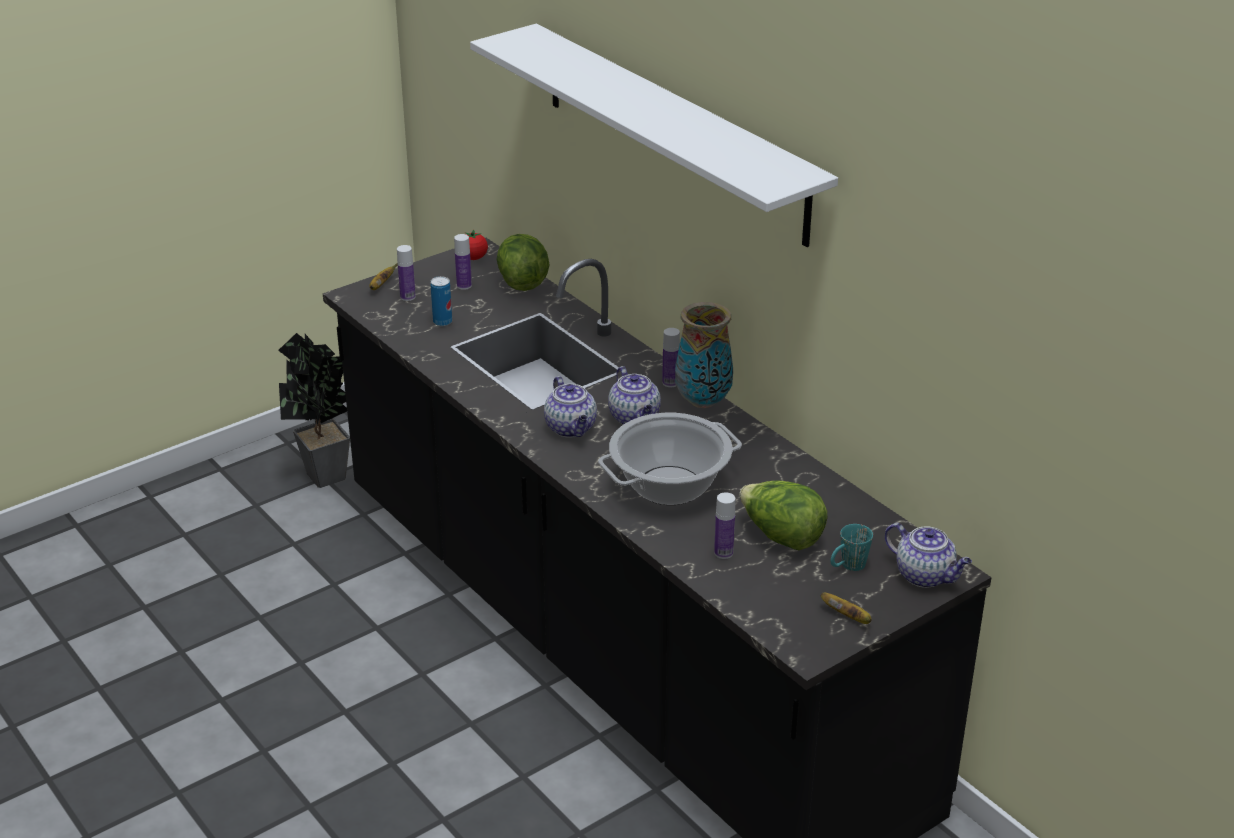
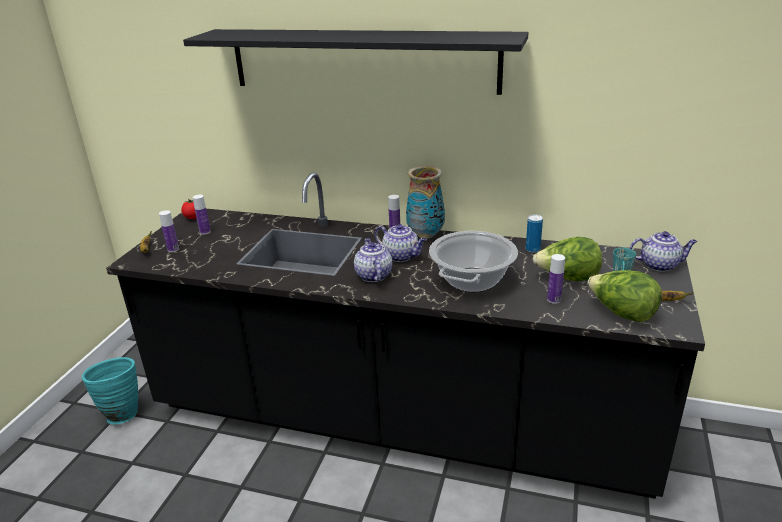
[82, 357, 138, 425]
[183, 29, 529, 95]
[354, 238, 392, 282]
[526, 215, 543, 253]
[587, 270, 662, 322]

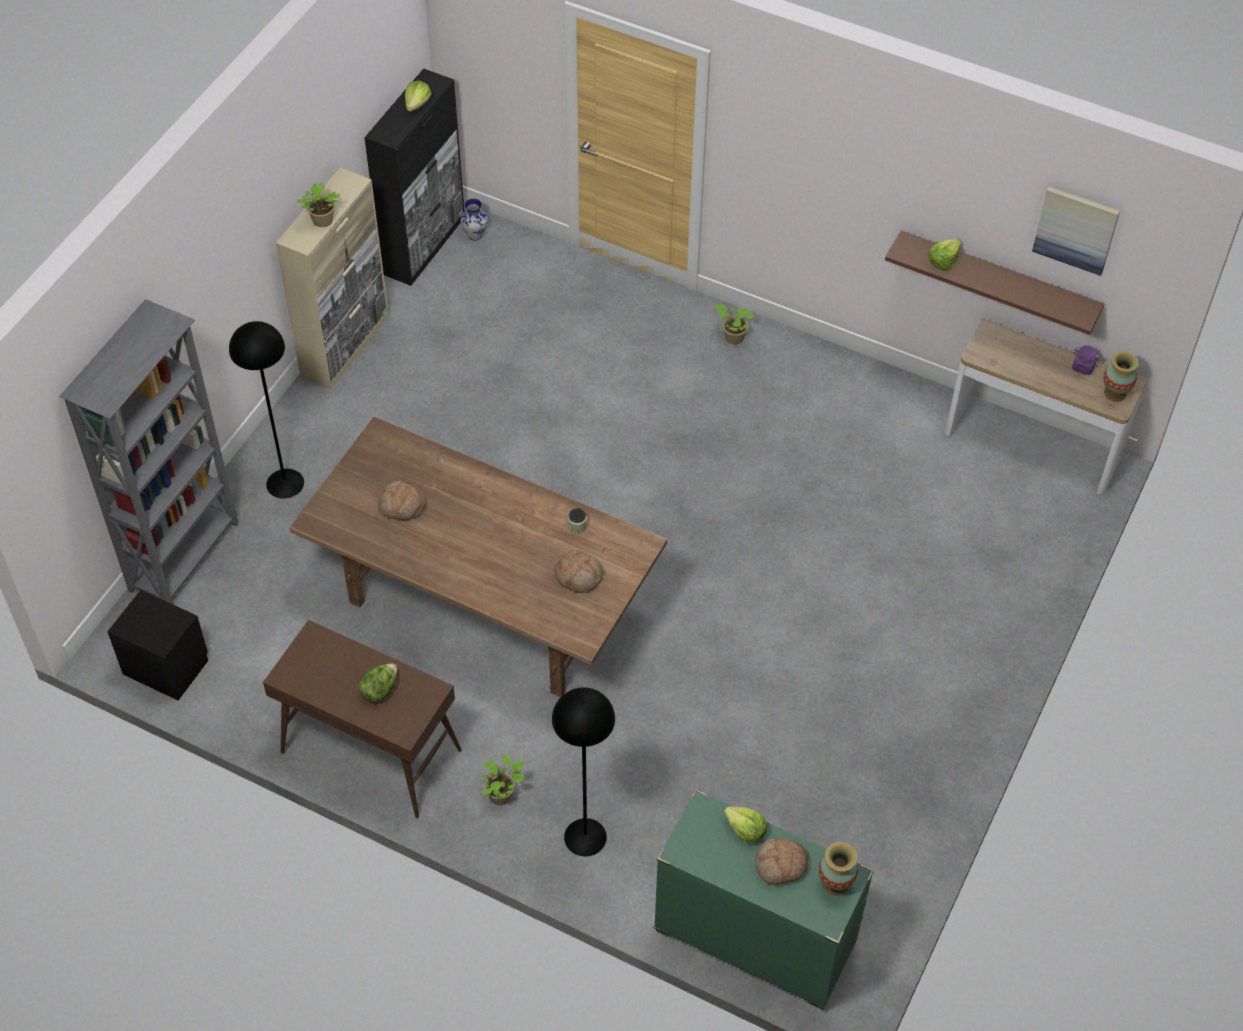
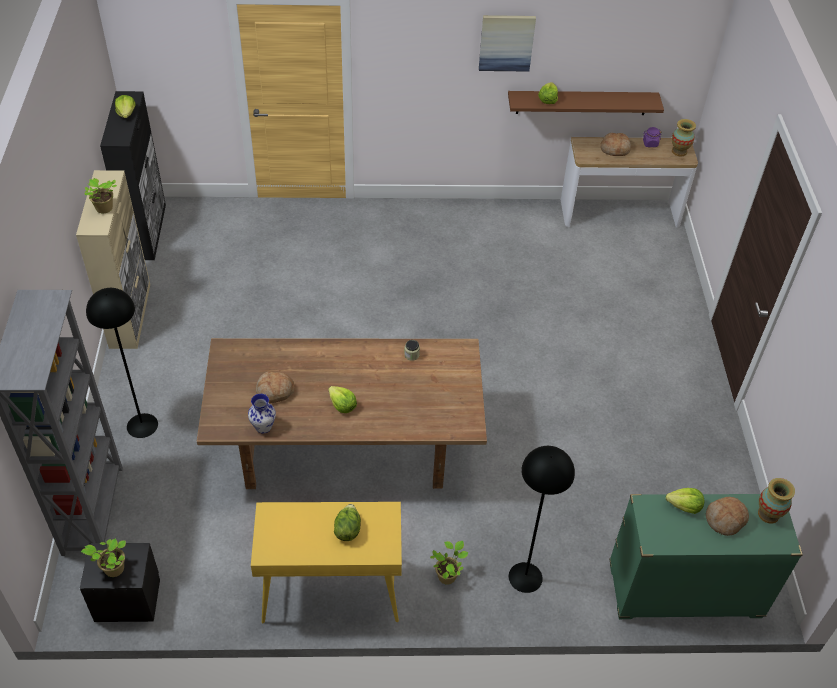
[81, 538, 126, 577]
[248, 394, 276, 434]
[251, 502, 402, 623]
[328, 386, 357, 413]
[479, 15, 536, 72]
[601, 133, 631, 156]

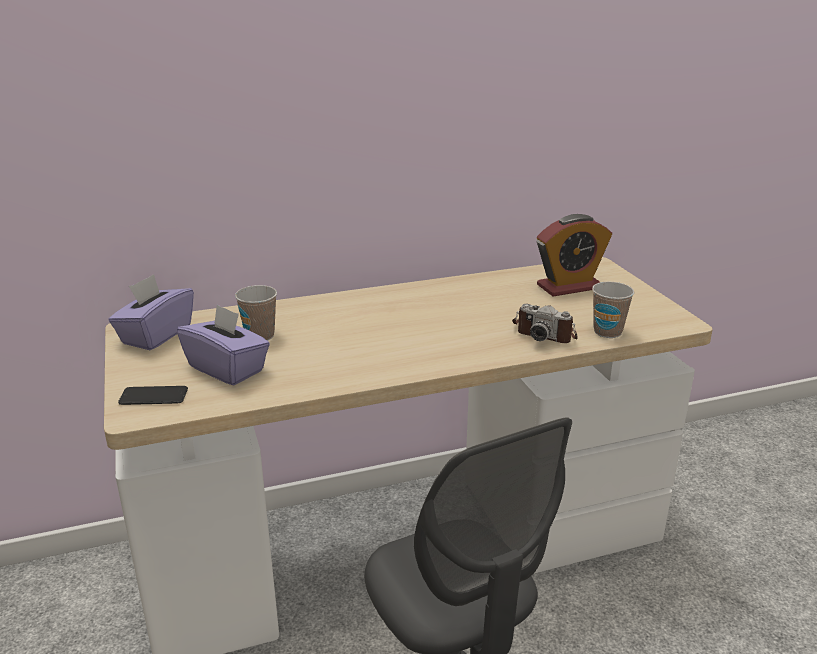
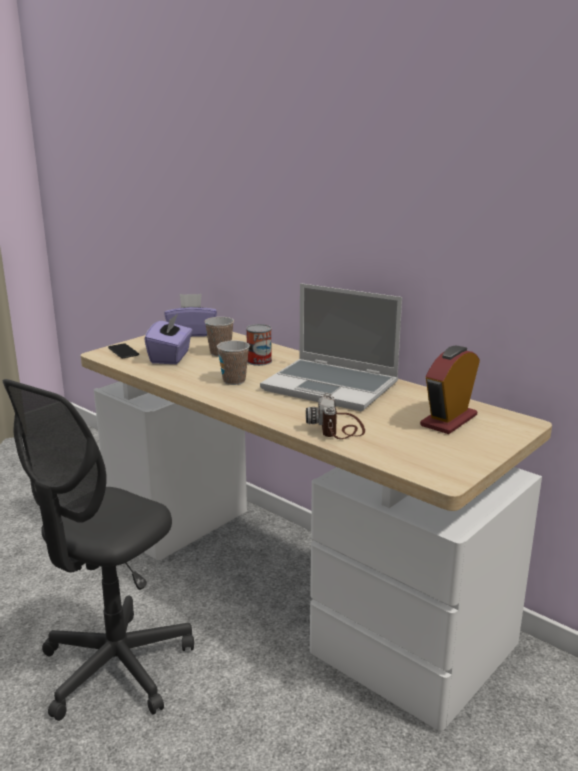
[217, 341, 250, 385]
[246, 324, 272, 366]
[260, 283, 402, 411]
[420, 346, 480, 434]

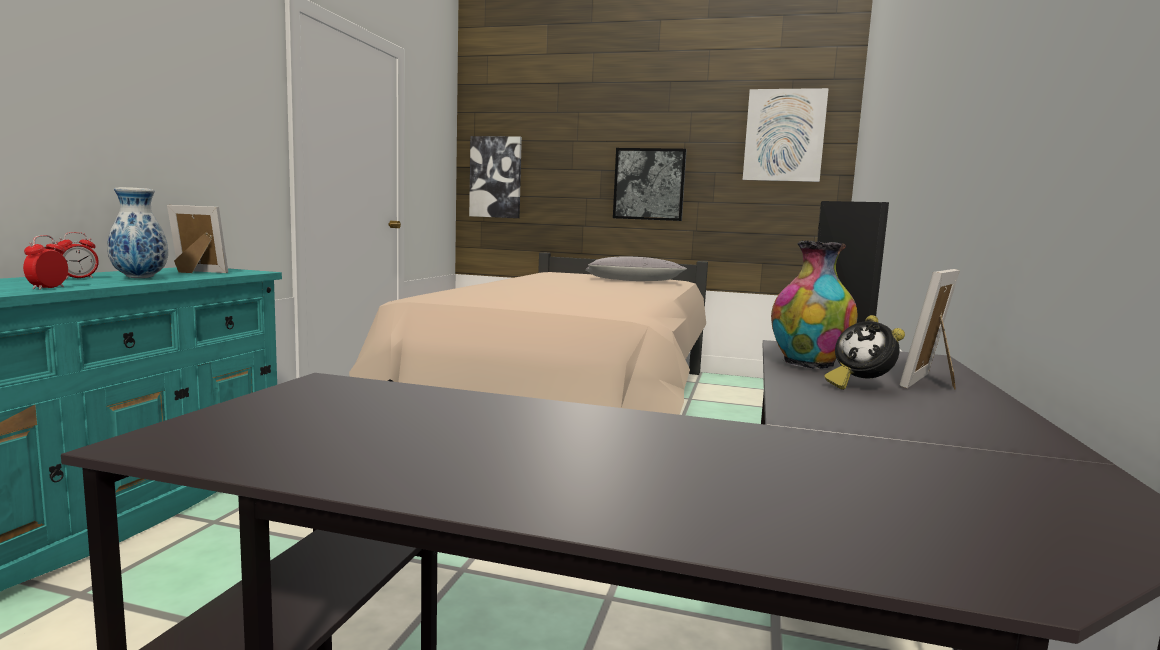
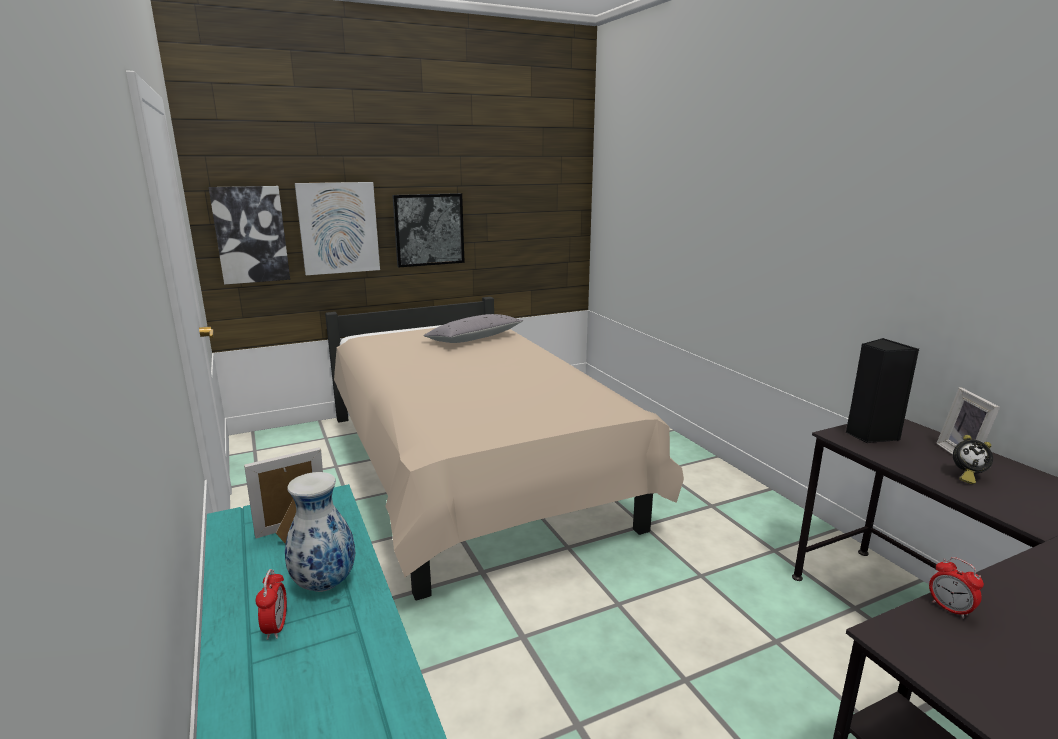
[295, 182, 380, 275]
[929, 557, 984, 619]
[771, 241, 858, 370] (first image)

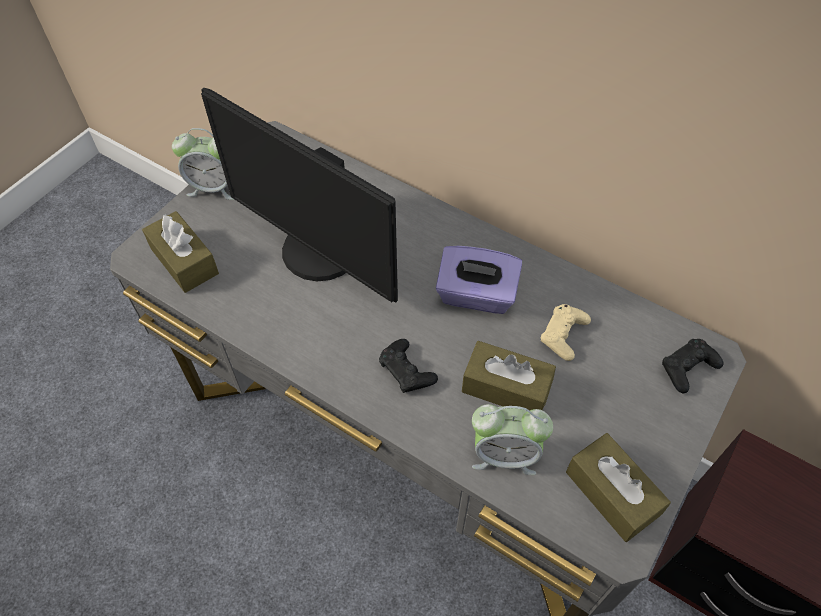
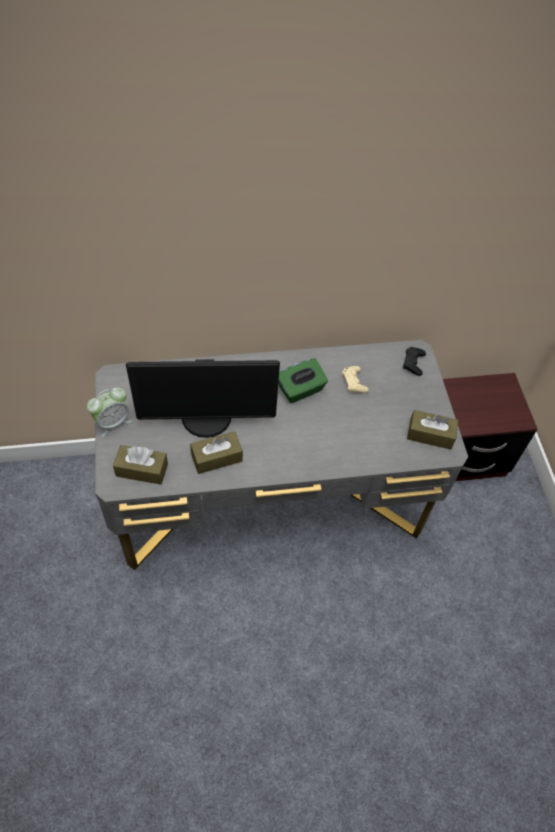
[190, 431, 243, 474]
[278, 358, 328, 403]
[379, 339, 438, 393] (first image)
[472, 404, 553, 475] (first image)

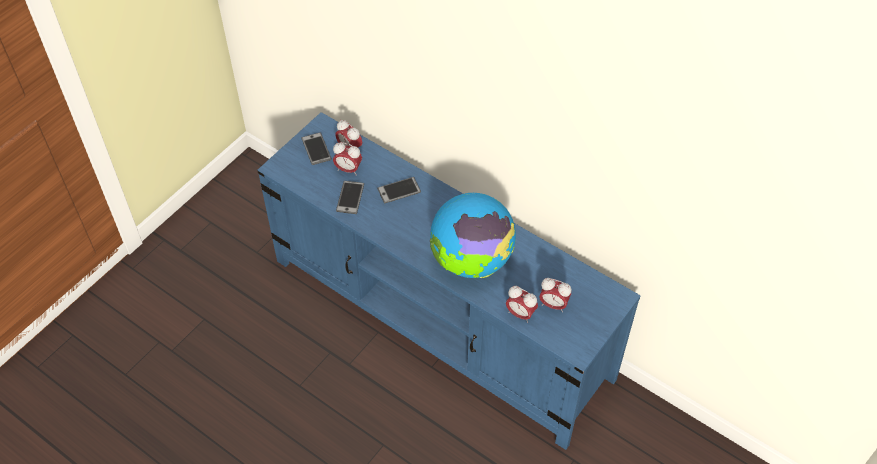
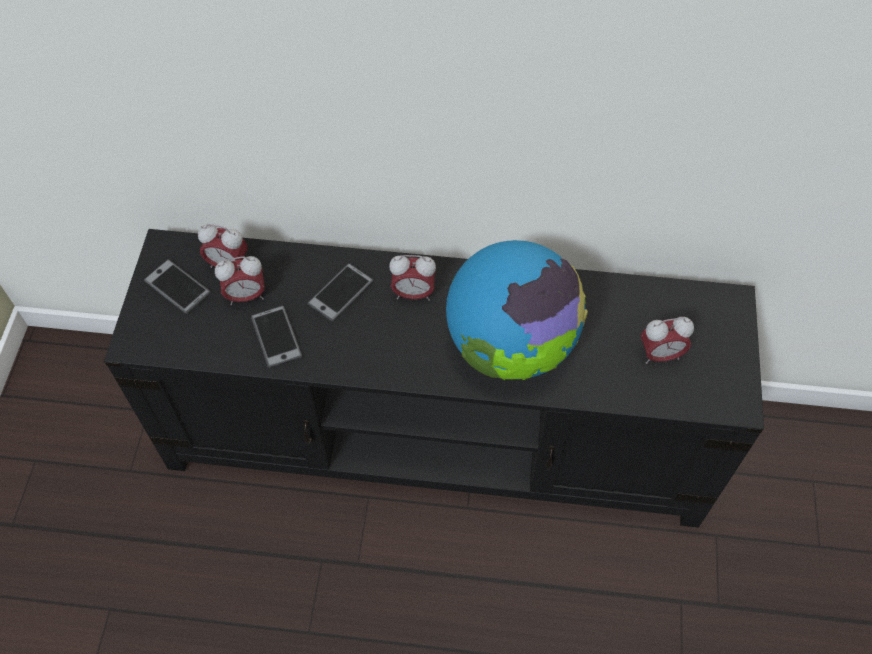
[104, 229, 764, 528]
[389, 255, 436, 301]

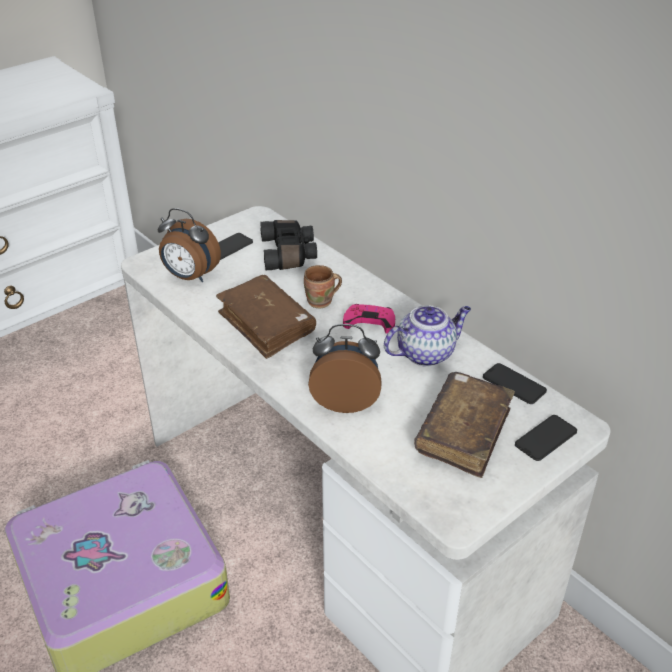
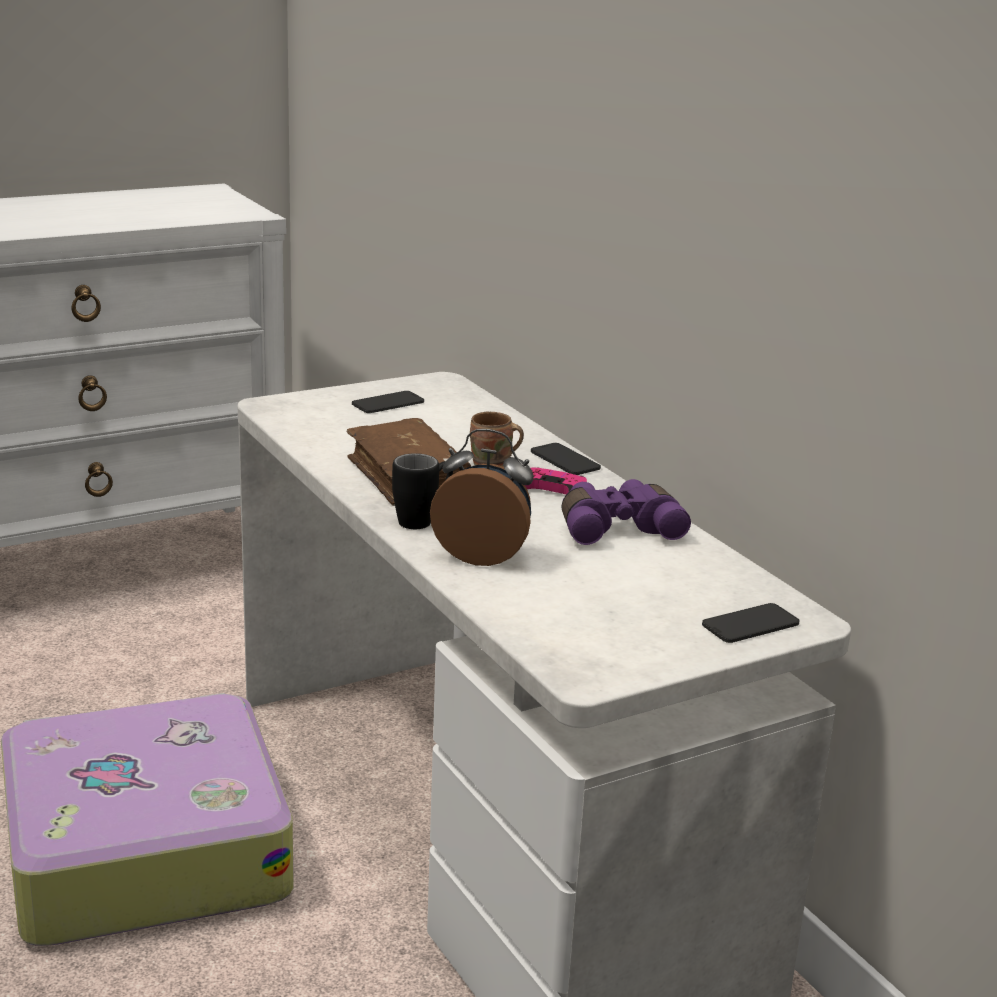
[392, 453, 453, 529]
[531, 443, 601, 475]
[562, 479, 691, 545]
[158, 208, 221, 282] (first image)
[260, 220, 317, 270] (first image)
[414, 372, 515, 478] (first image)

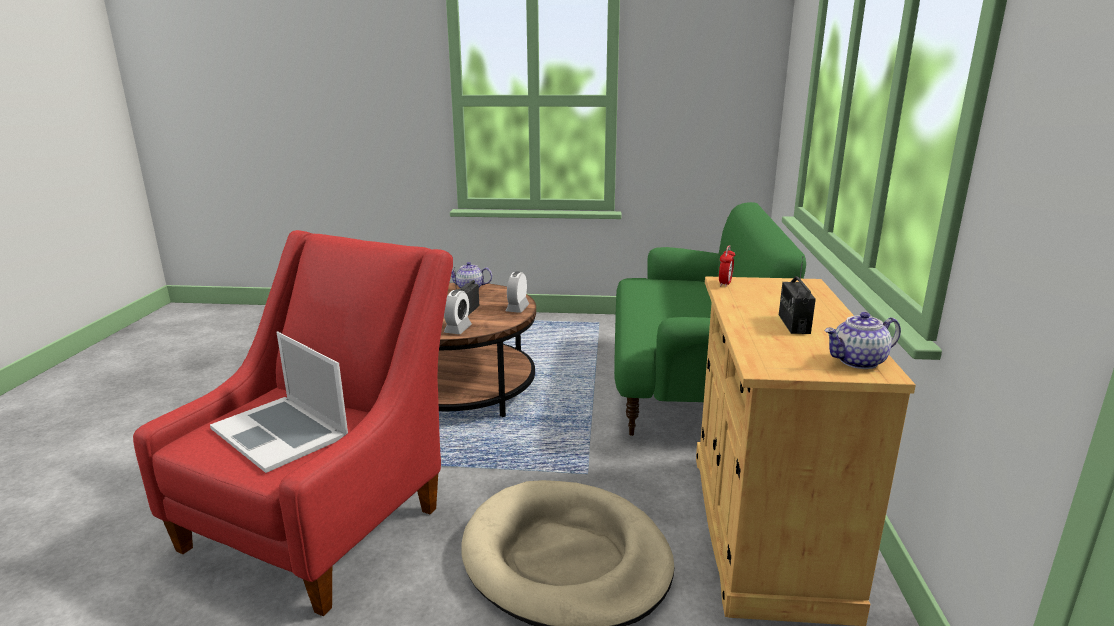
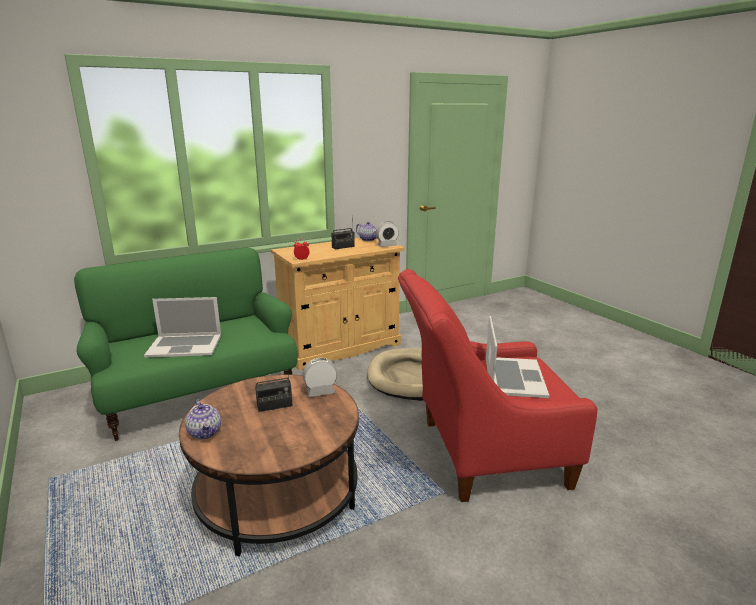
[144, 297, 221, 358]
[376, 221, 399, 247]

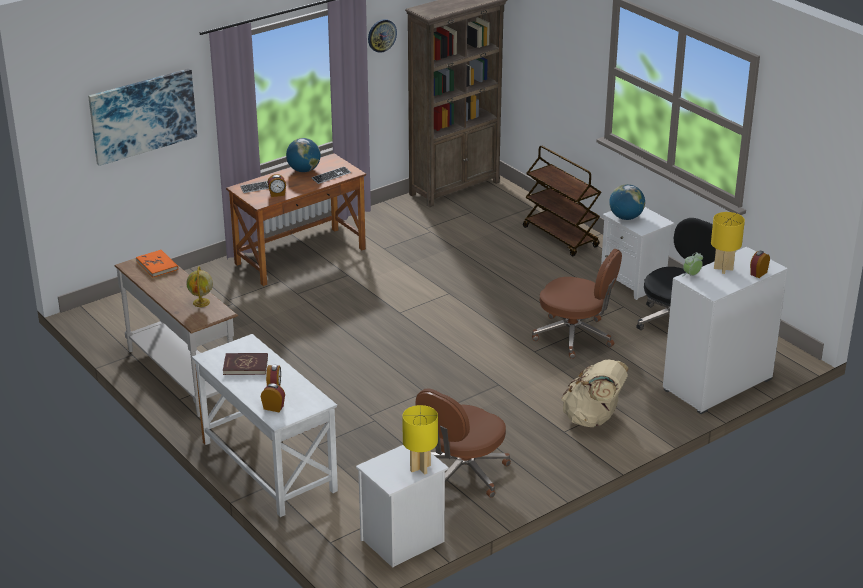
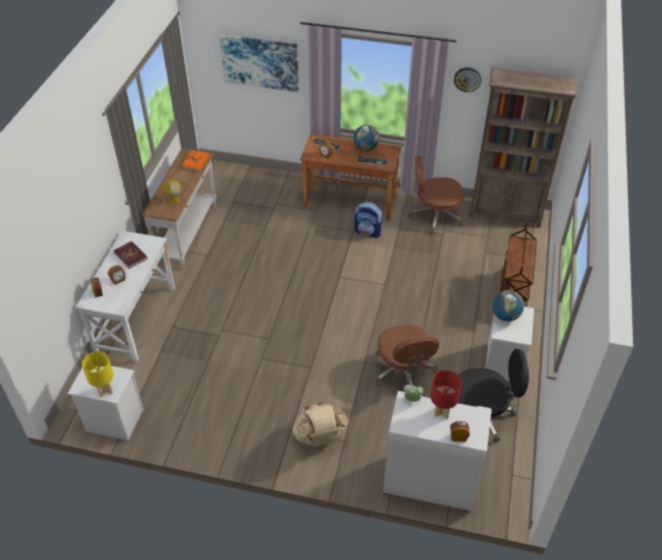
[354, 202, 383, 238]
[408, 155, 464, 234]
[430, 370, 462, 419]

